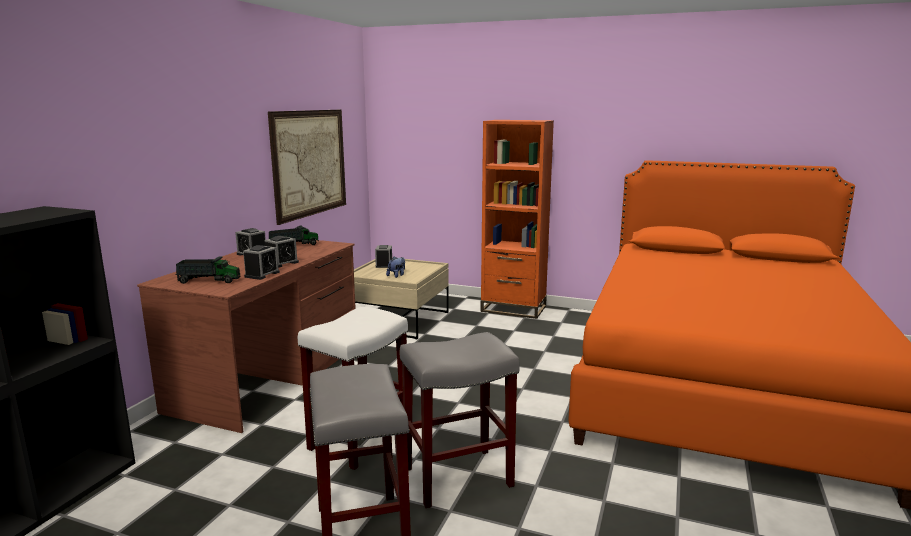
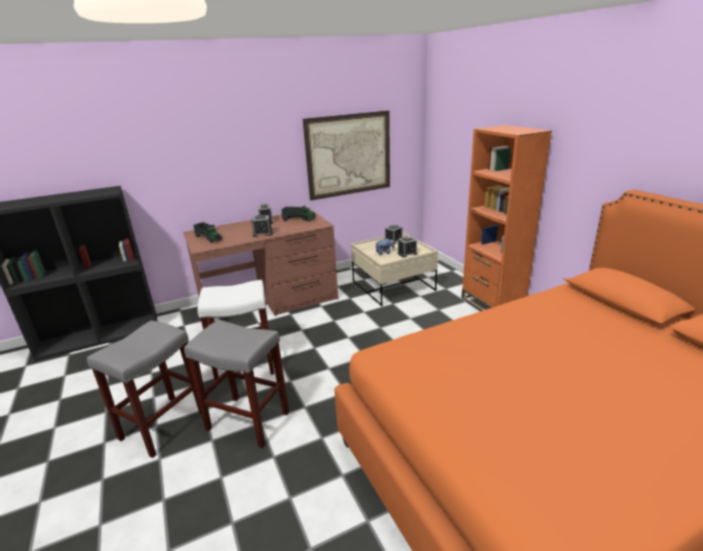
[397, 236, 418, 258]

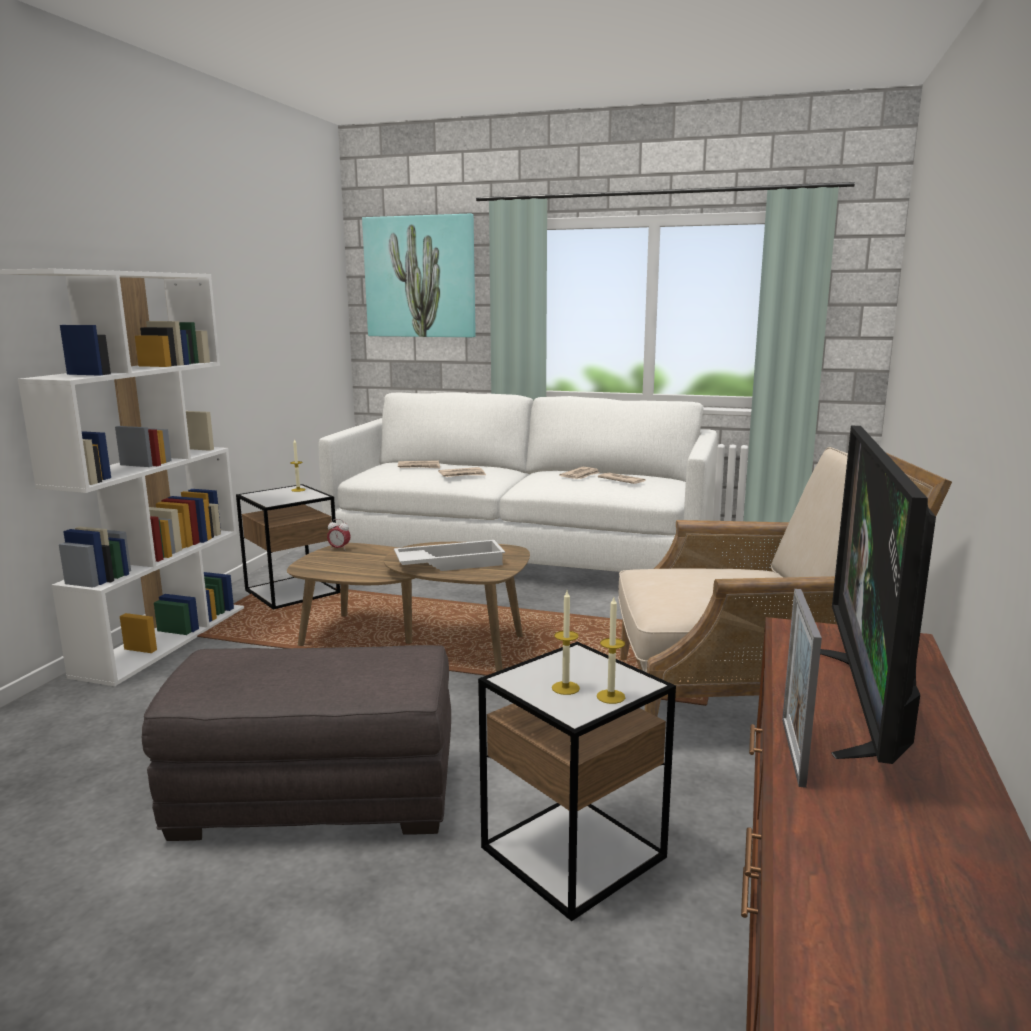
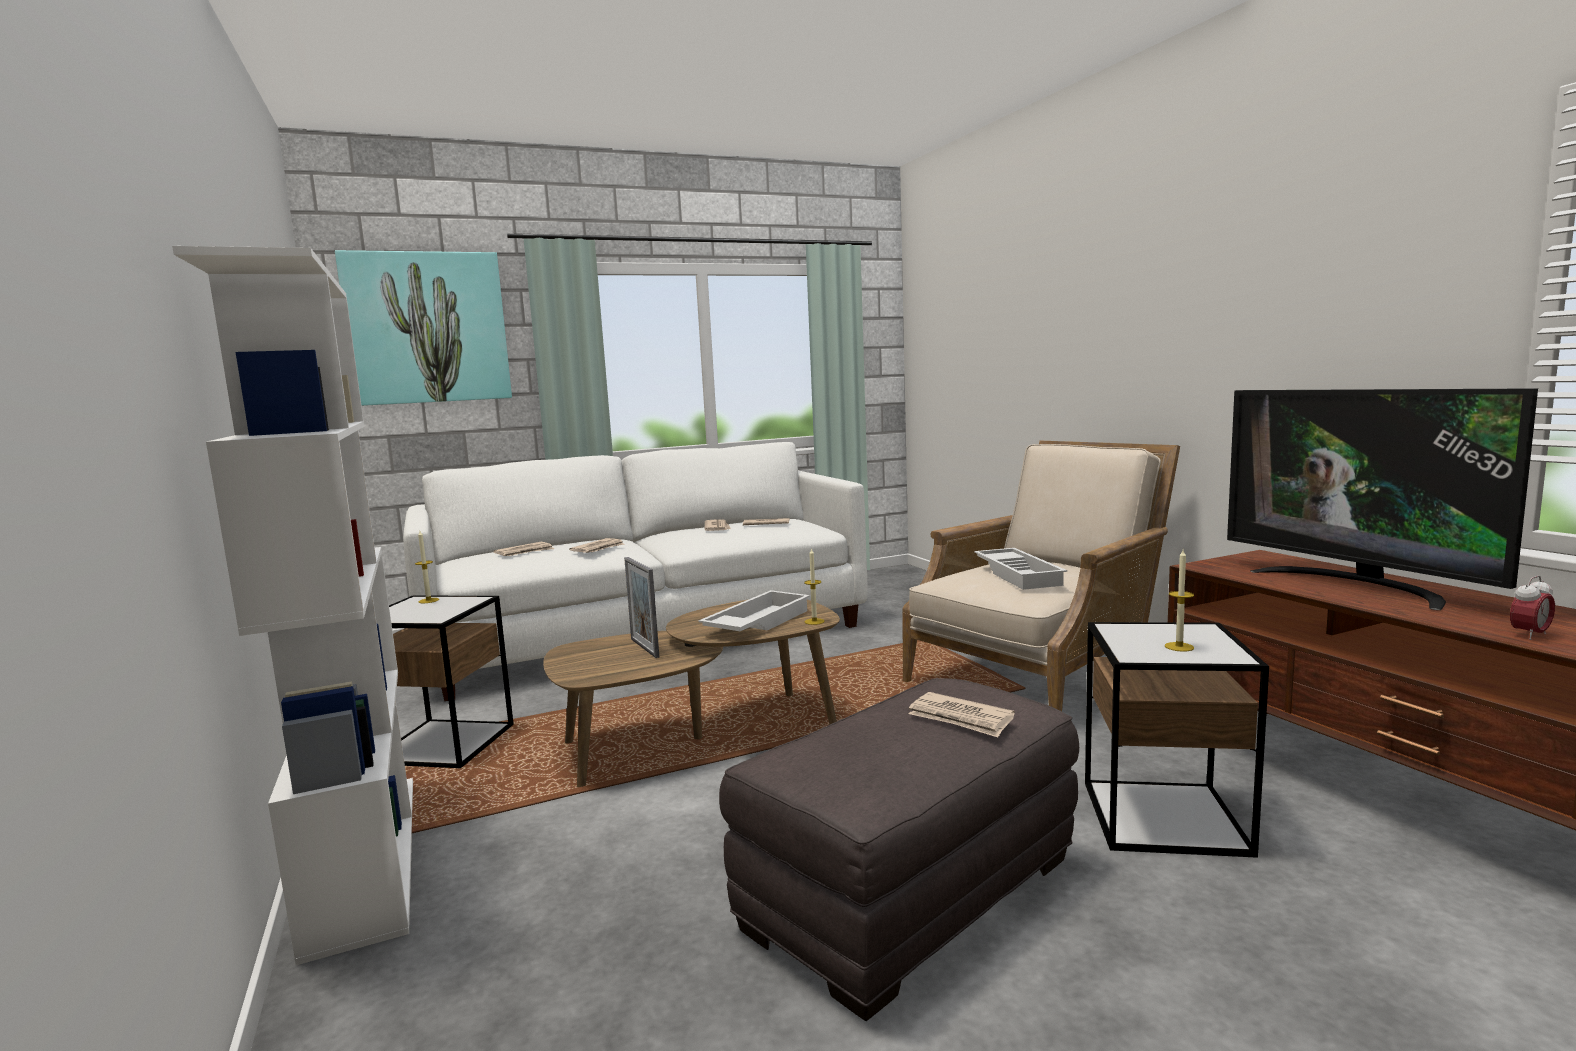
[624, 557, 659, 658]
[804, 548, 824, 625]
[909, 692, 1015, 738]
[974, 548, 1067, 590]
[1510, 576, 1555, 640]

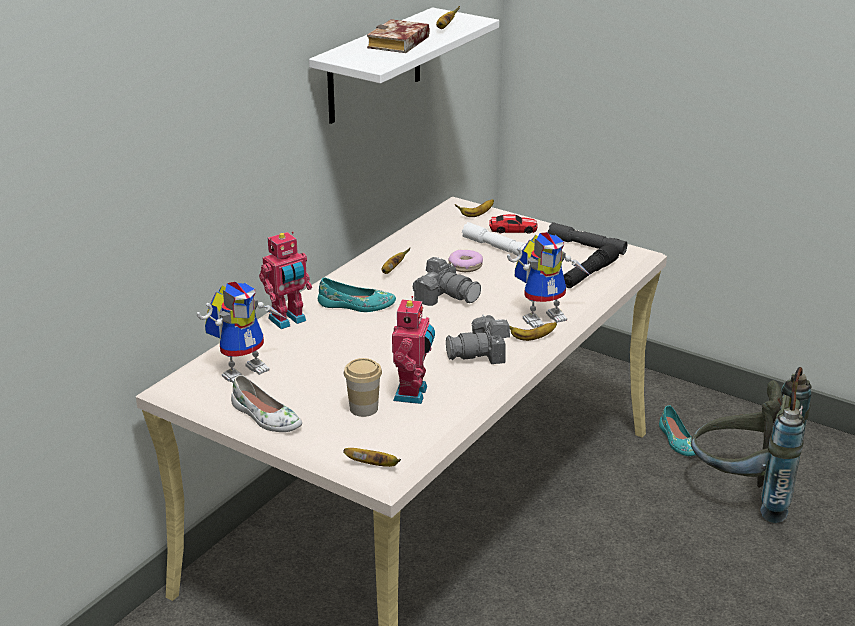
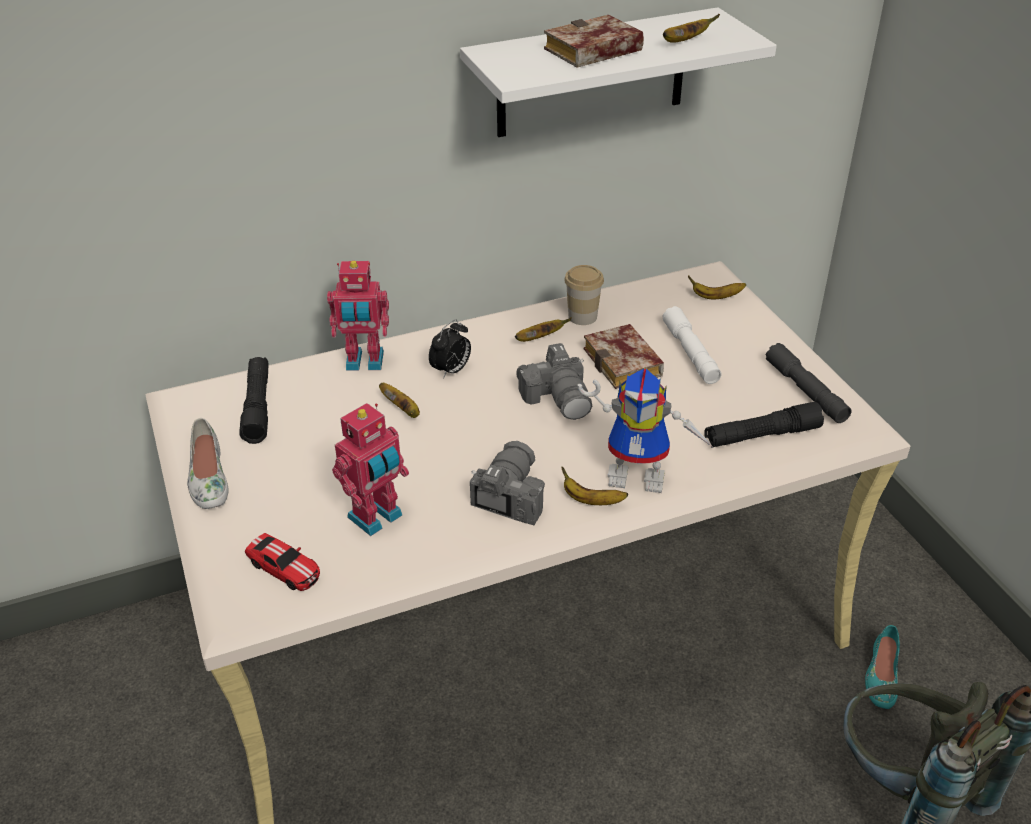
[239, 357, 269, 444]
[245, 533, 320, 591]
[379, 383, 420, 418]
[429, 320, 471, 379]
[470, 441, 545, 525]
[564, 265, 604, 325]
[584, 324, 664, 389]

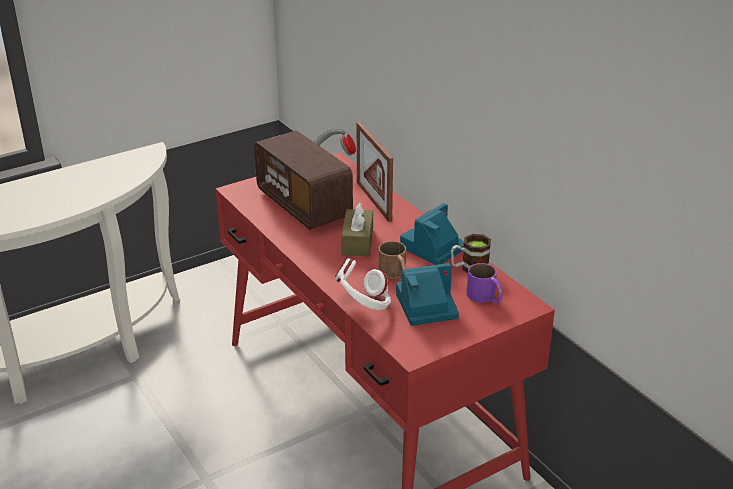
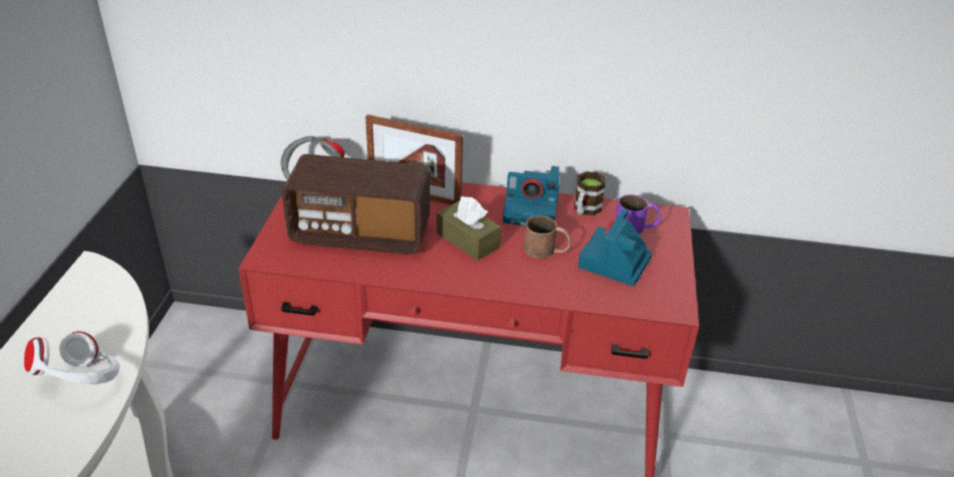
[24, 331, 120, 385]
[503, 166, 560, 226]

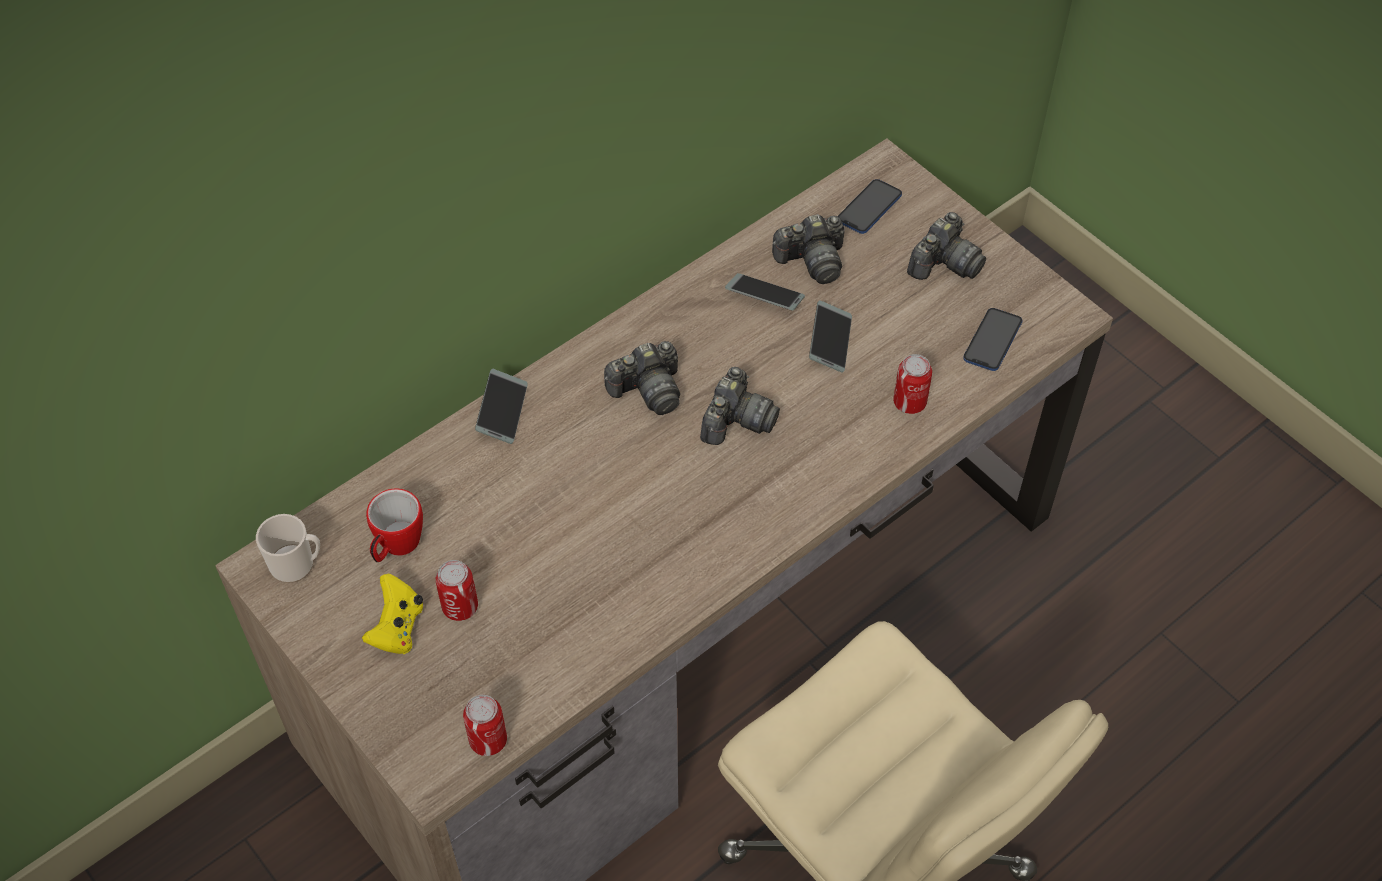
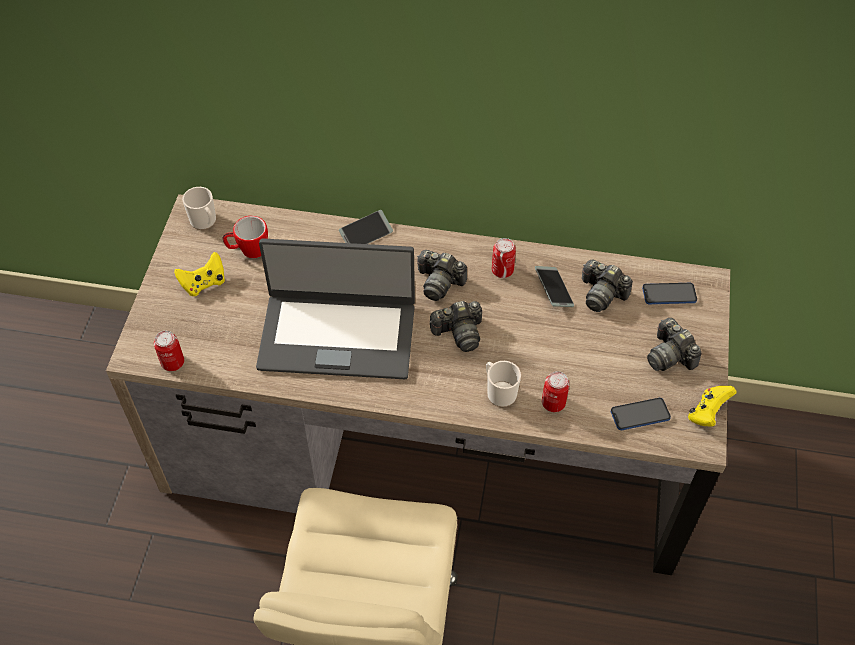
[256, 239, 415, 379]
[486, 361, 521, 407]
[492, 238, 516, 278]
[647, 318, 701, 371]
[688, 386, 737, 427]
[809, 300, 852, 373] (first image)

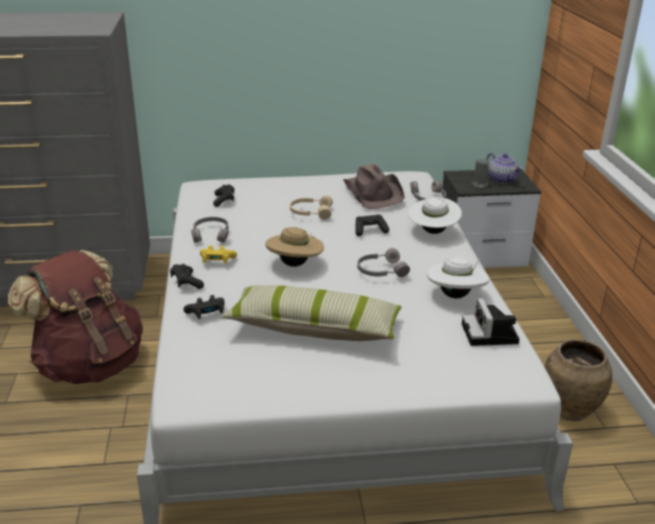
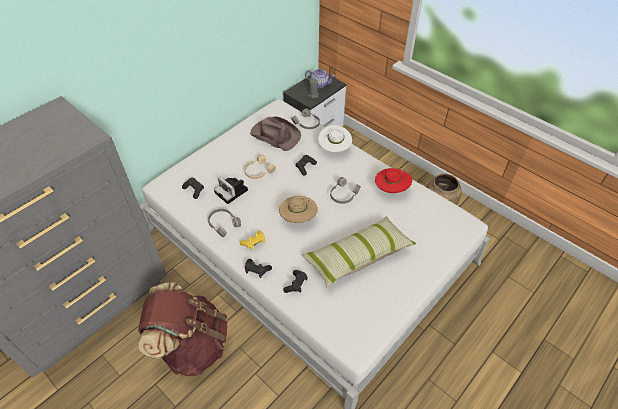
[214, 176, 248, 204]
[375, 167, 412, 193]

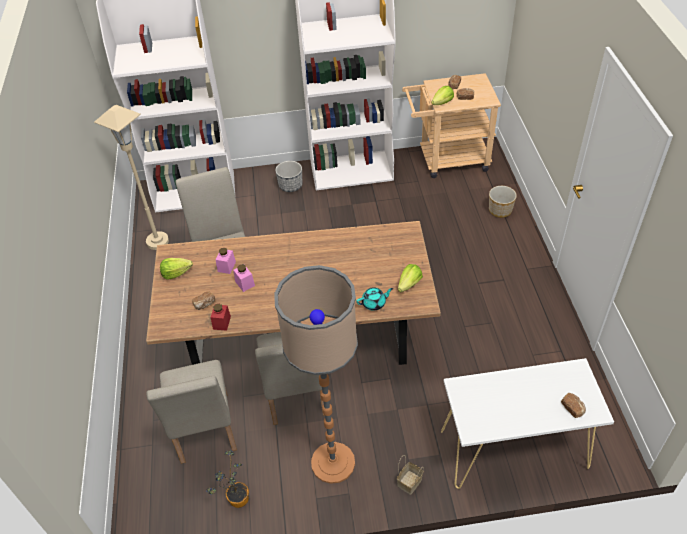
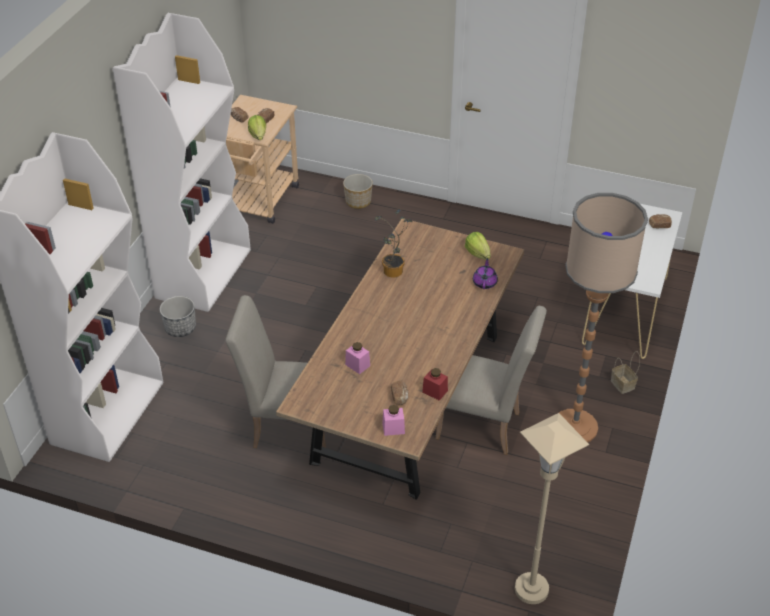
[374, 209, 413, 278]
[382, 405, 405, 436]
[473, 258, 498, 289]
[515, 413, 589, 604]
[146, 360, 237, 464] (first image)
[160, 258, 193, 279] (first image)

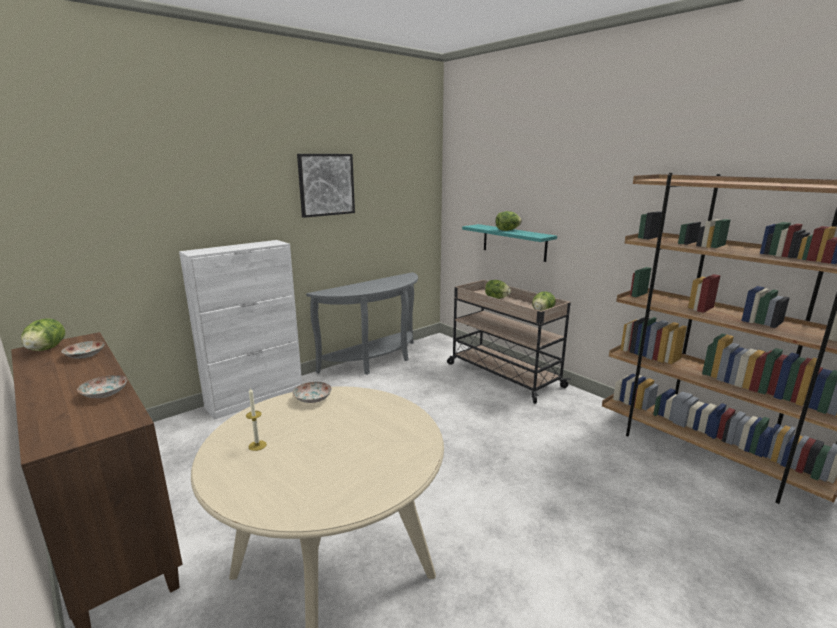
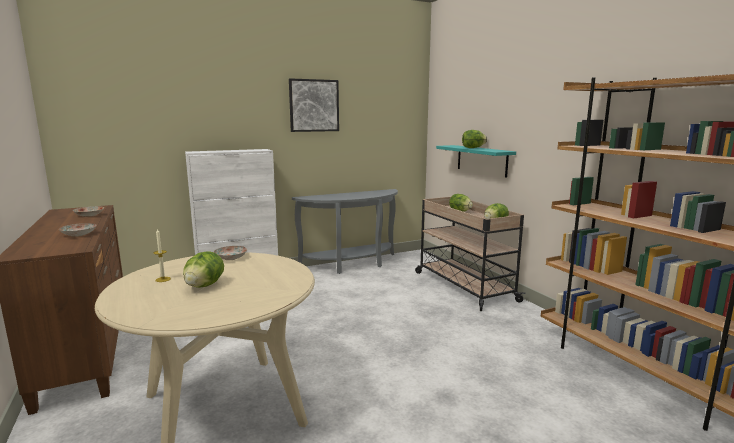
[183, 251, 224, 288]

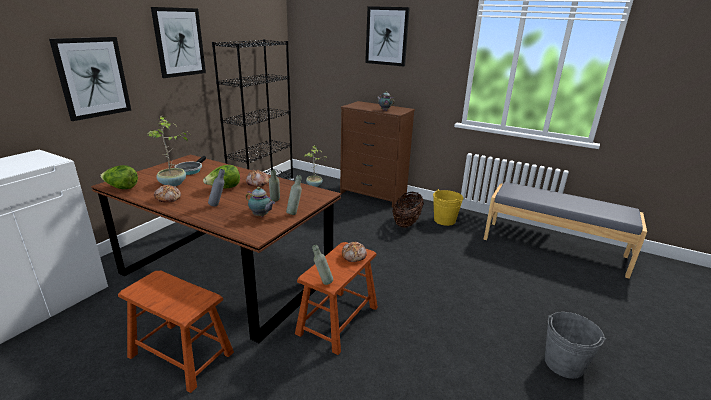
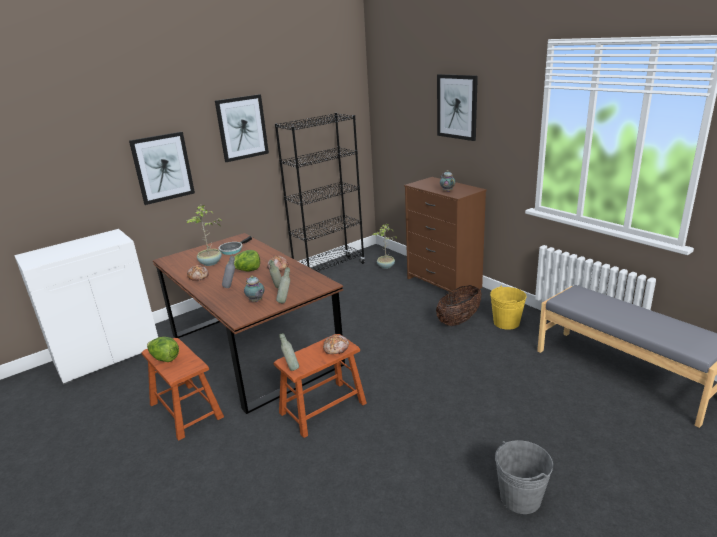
[147, 337, 179, 362]

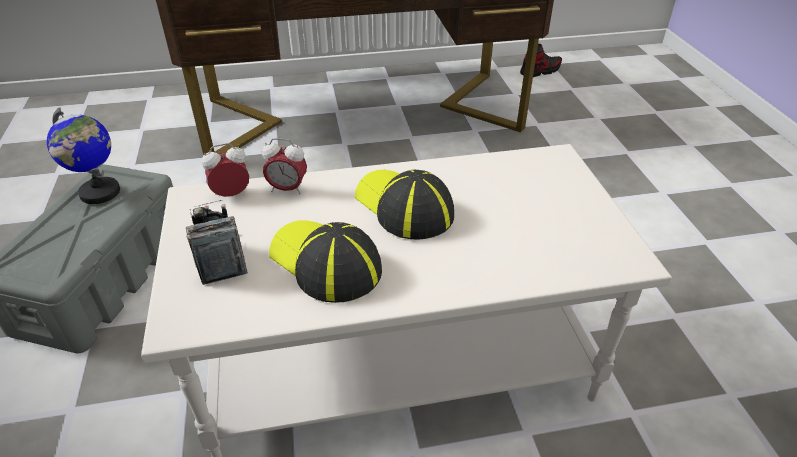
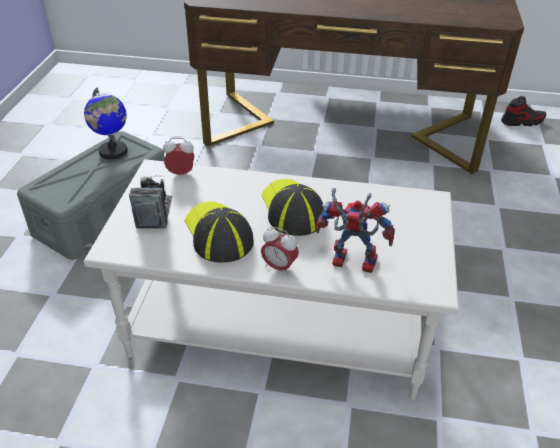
[261, 227, 299, 275]
[316, 188, 395, 273]

